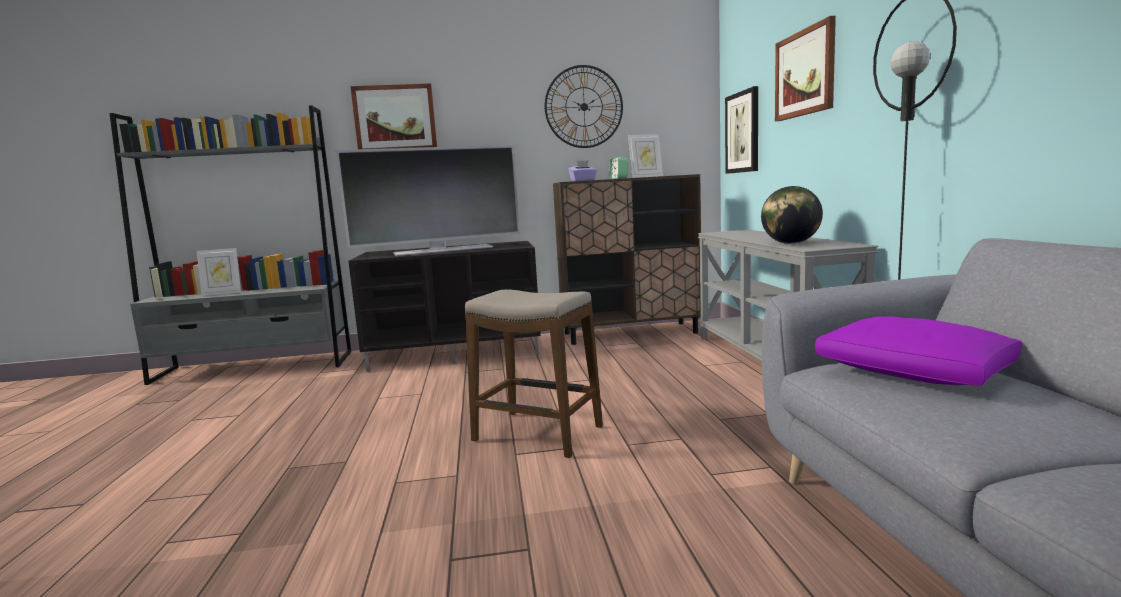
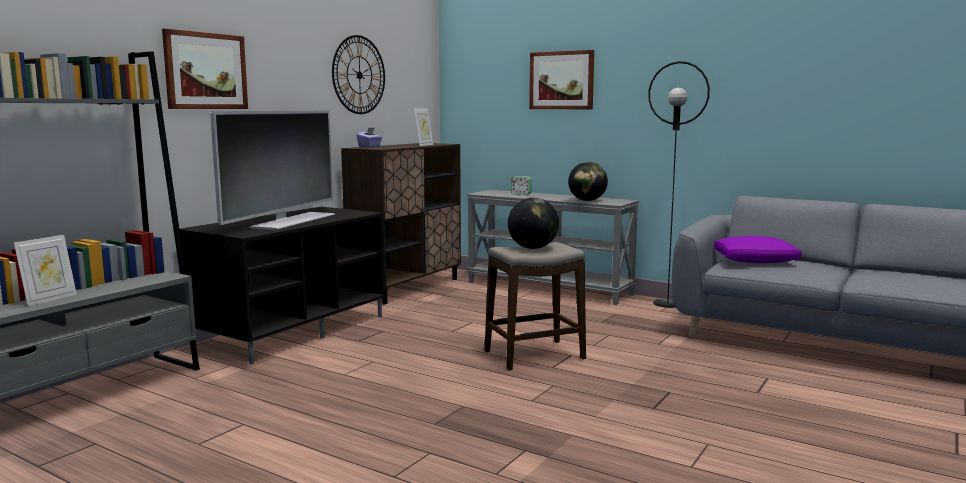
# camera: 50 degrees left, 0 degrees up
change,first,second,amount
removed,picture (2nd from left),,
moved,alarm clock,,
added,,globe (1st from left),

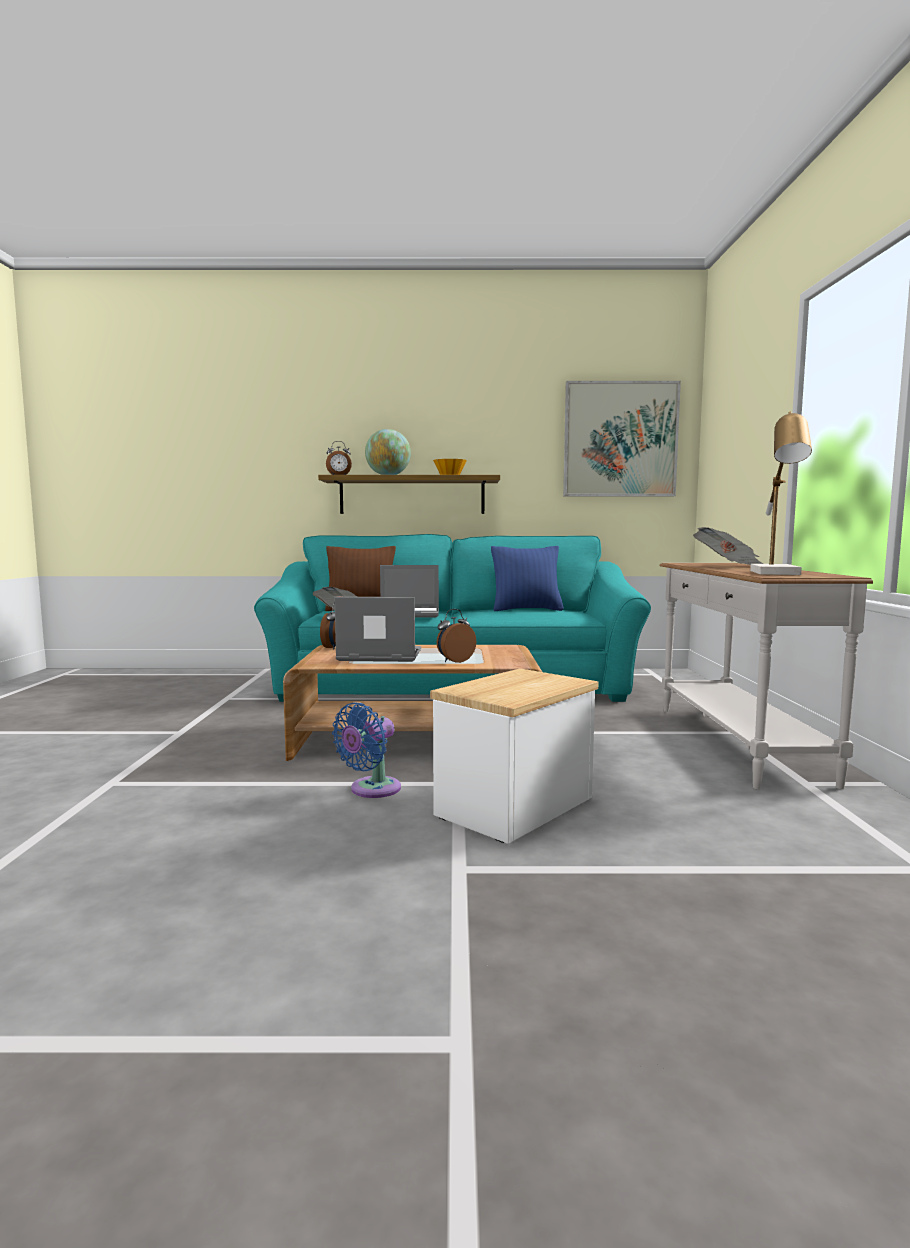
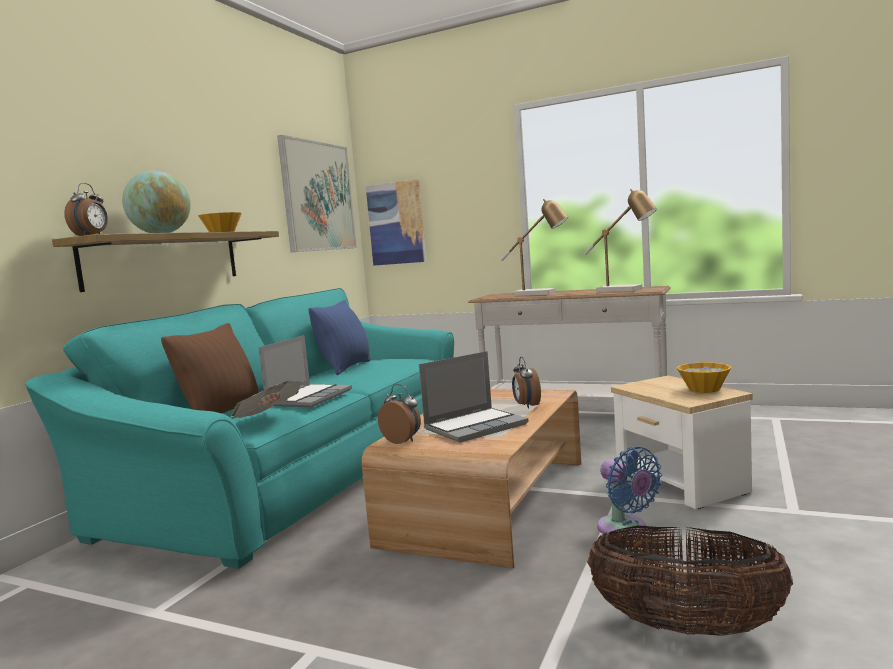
# camera: 65 degrees left, 0 degrees up
change,first,second,amount
replaced,newspaper (2nd from left),table lamp (1st from left),
turned,laptop (1st from left in the first image),laptop (2nd from left),150 degrees counterclockwise
added,,picture (2nd from left),
added,,bowl (2nd from left),
added,,basket,

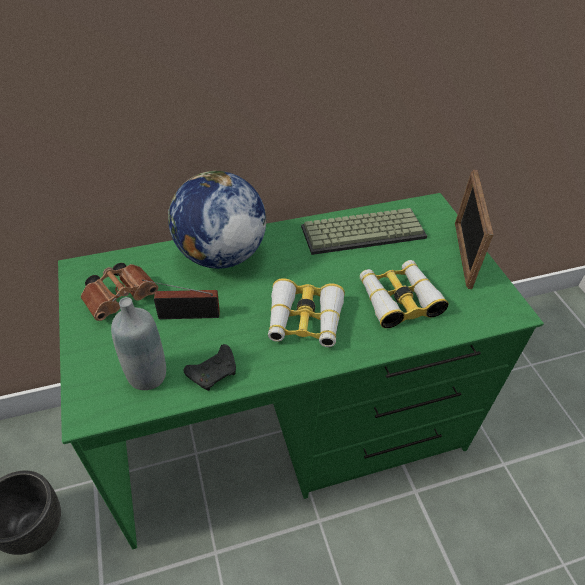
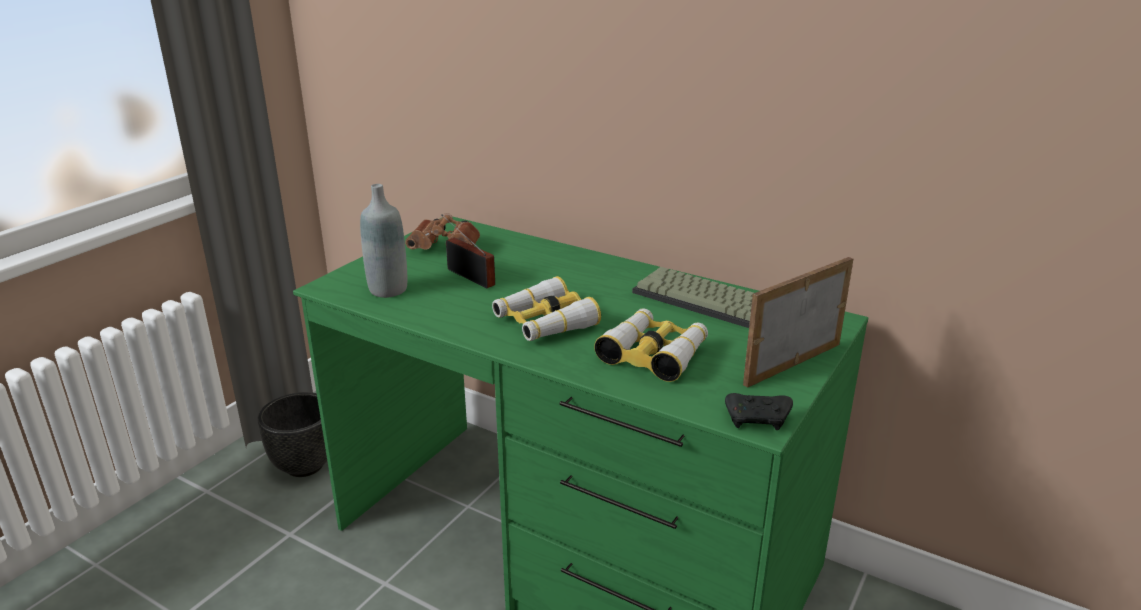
# camera: 50 degrees right, 20 degrees down
change,first,second,amount
removed,globe,,
moved,game controller/black,,

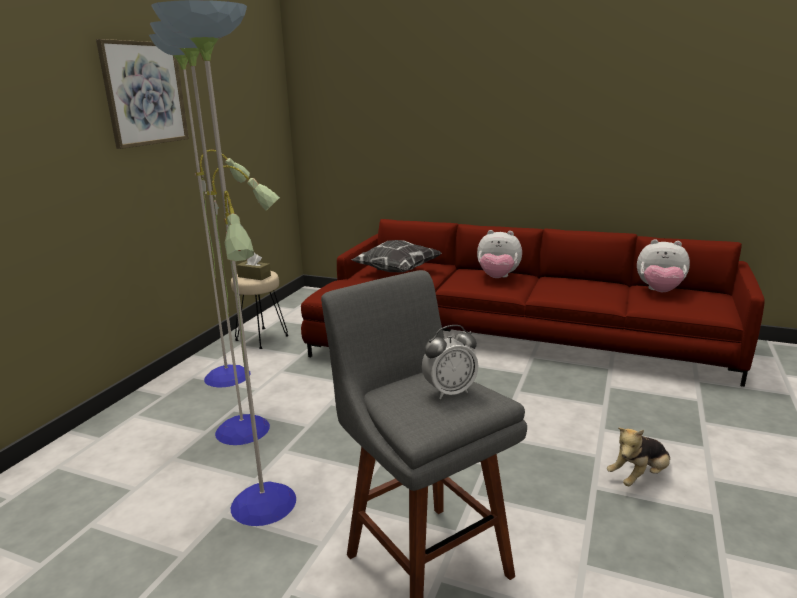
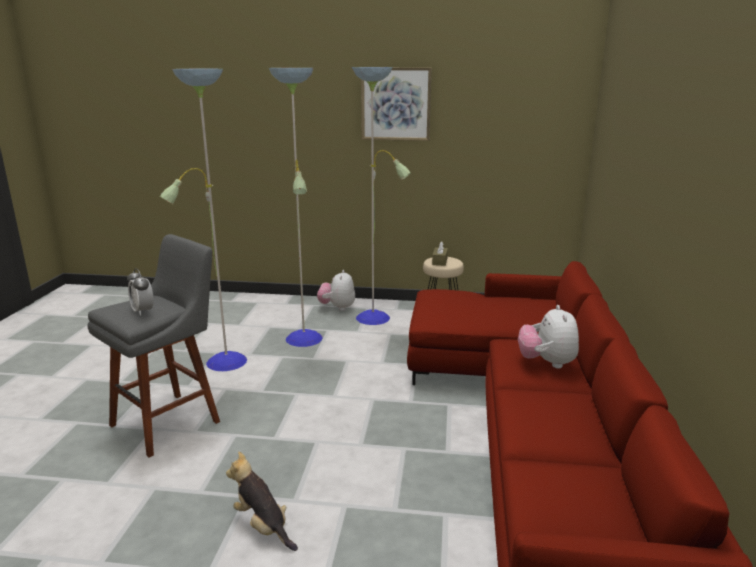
# camera: 75 degrees right, 0 degrees up
change,first,second,amount
moved,plush toy (3rd from left in the first image),plush toy (2nd from left),
removed,pillow,,

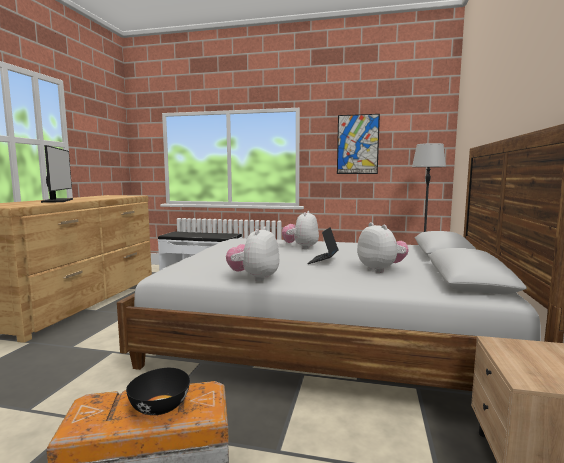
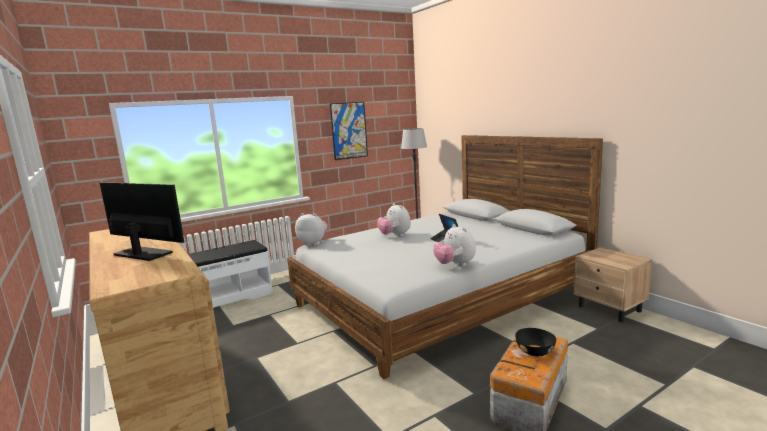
# camera: 45 degrees left, 5 degrees up
change,first,second,amount
moved,plush toy (3rd from left in the first image),plush toy (1st from left),

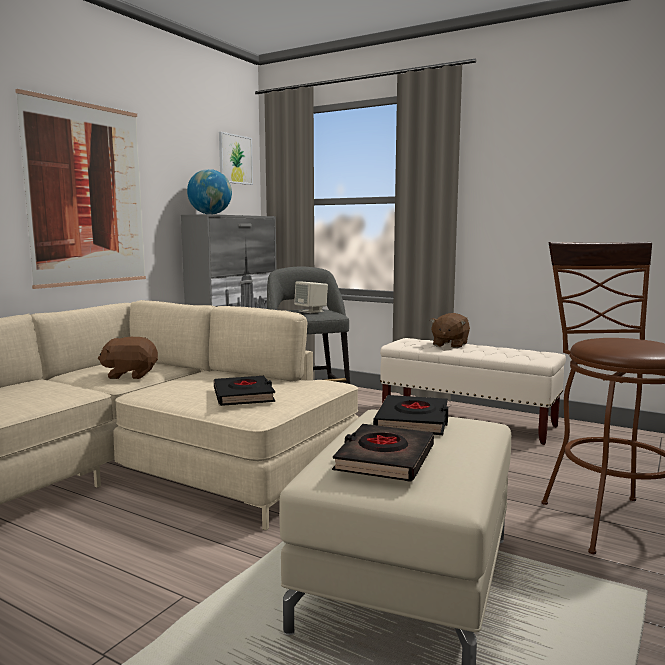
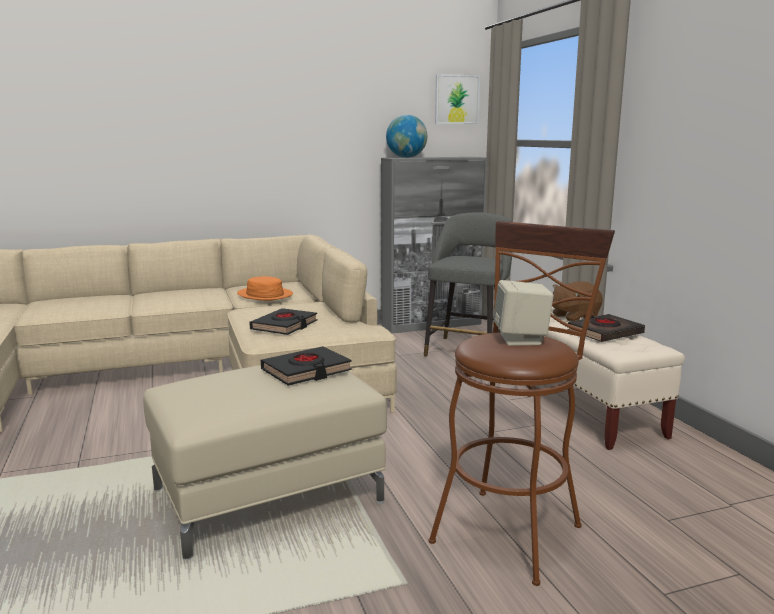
# camera: 40 degrees right, 5 degrees up
change,first,second,amount
removed,picture (1st from left),,
moved,speaker/beige,,
replaced,plush toy/brown (1st from left),hat/orange,
moved,book/black (2nd from left in the first image),book/black (3rd from left),

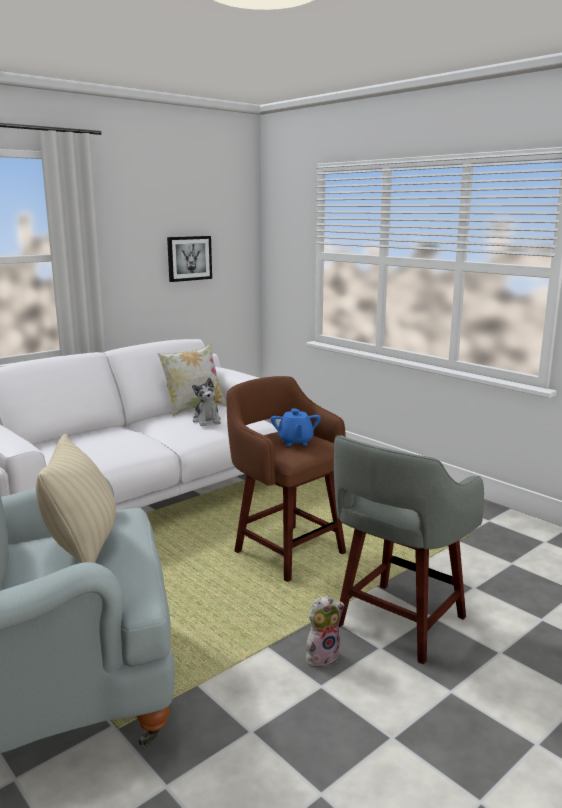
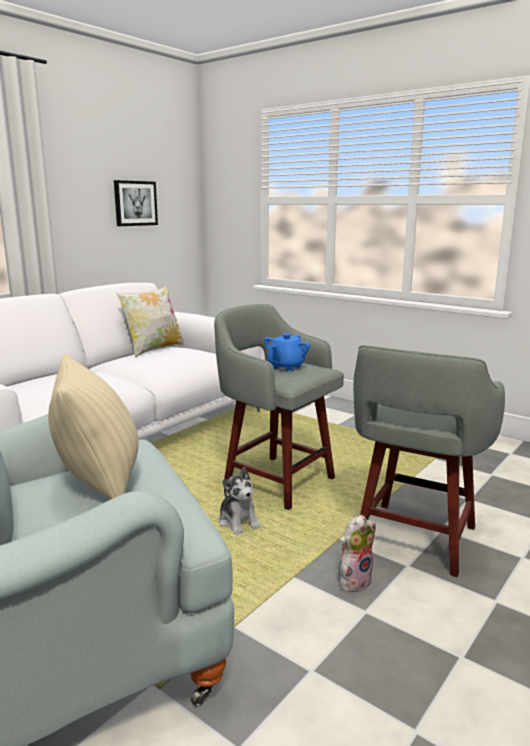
# camera: 10 degrees left, 0 degrees up
change,first,second,amount
recoloured,stool/brown,stool/grey (1st from left),
moved,plush toy (1st from left),,
turned,teapot/blue,,45 degrees clockwise

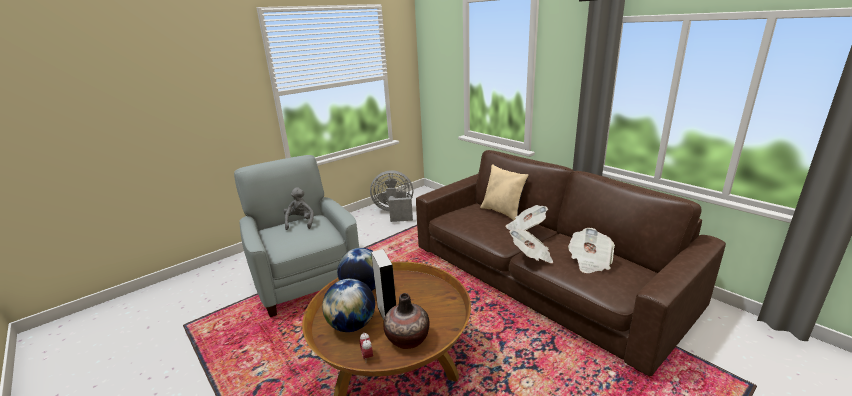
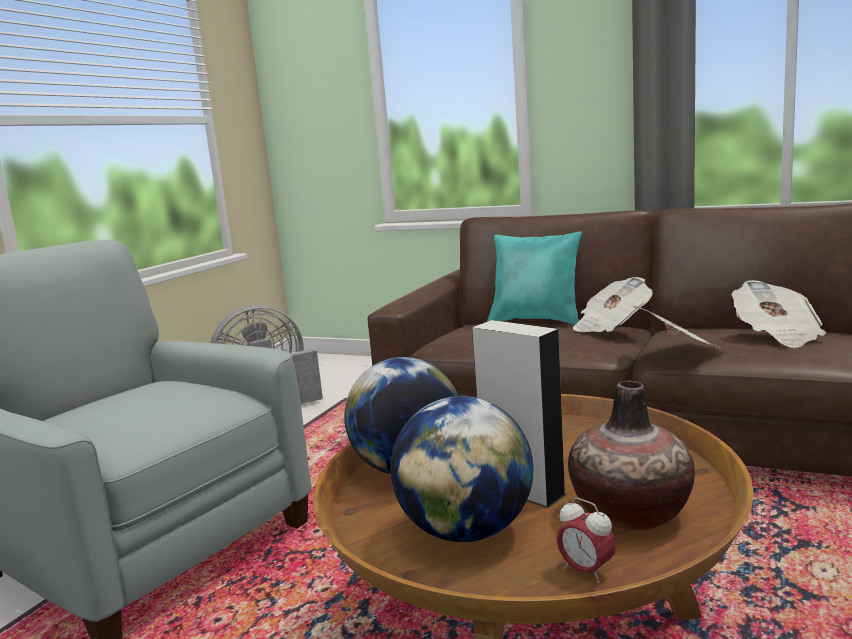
# camera: 25 degrees left, 10 degrees down
change,first,second,amount
recoloured,pillow/beige,pillow/turquoise,
removed,plush toy/grey,,

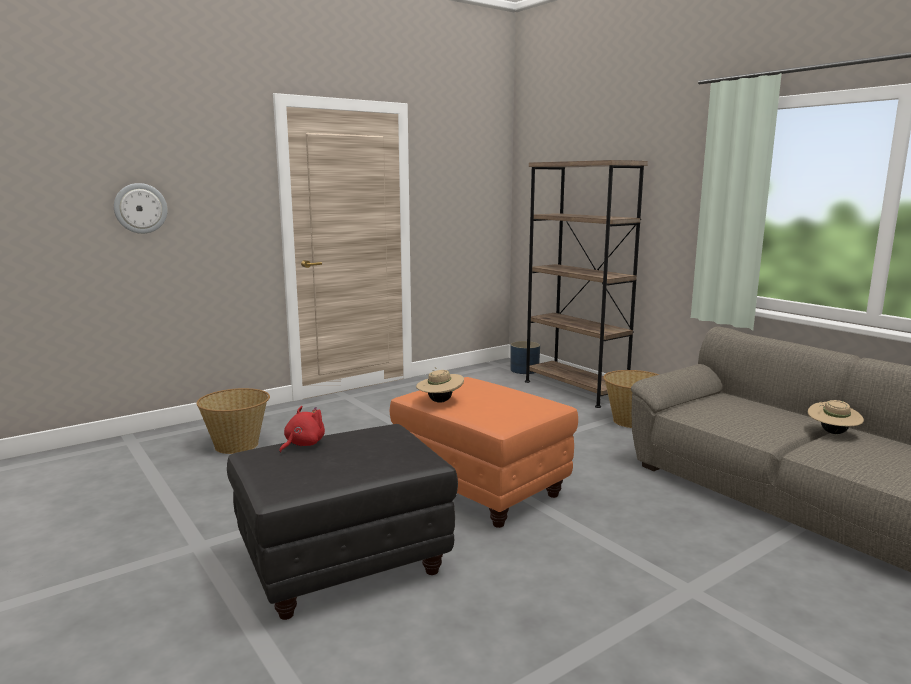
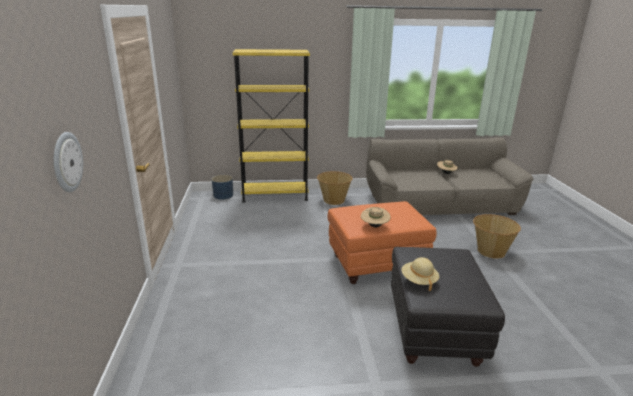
# camera: 60 degrees left, 10 degrees up
change,first,second,amount
recoloured,bookcase/brown,bookcase/yellow,
moved,basket (1st from left in the first image),basket (2nd from left),
replaced,plush toy/red,hat/beige (2nd from left),

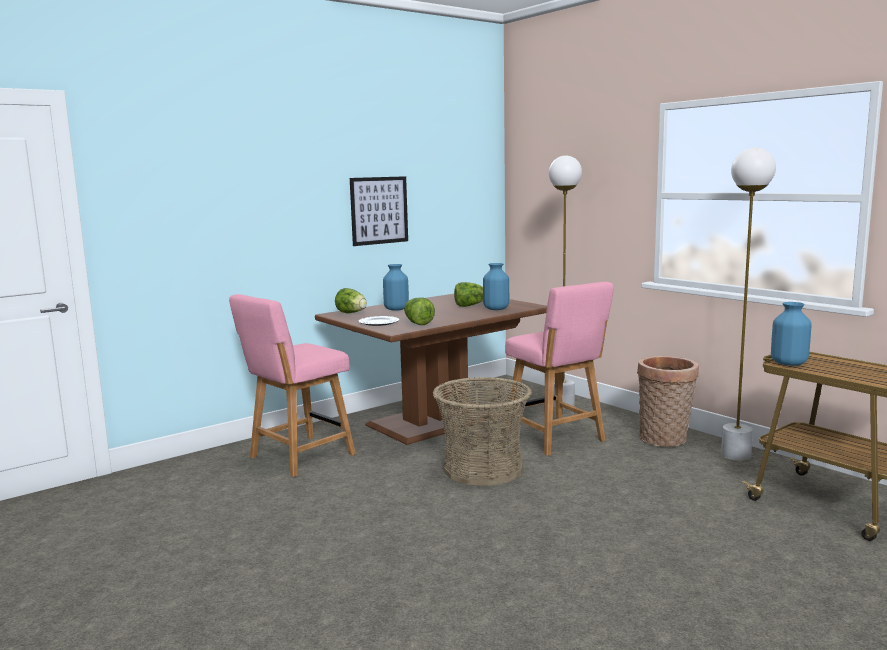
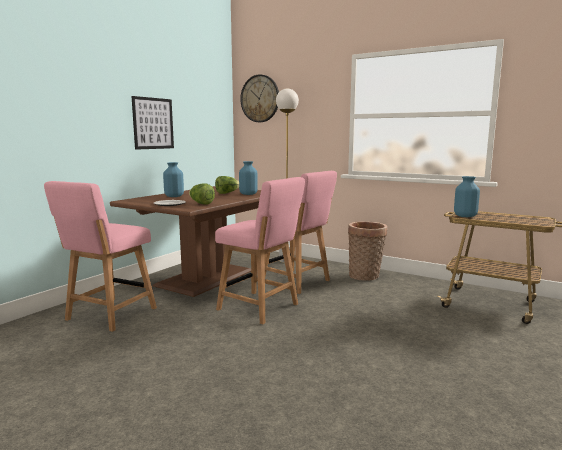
# camera: 20 degrees left, 0 degrees up
change,first,second,amount
removed,floor lamp/white (2nd from left),,
removed,lettuce (1st from left),,
replaced,basket (1st from left),chair/pink (2nd from left),
added,,wall clock,

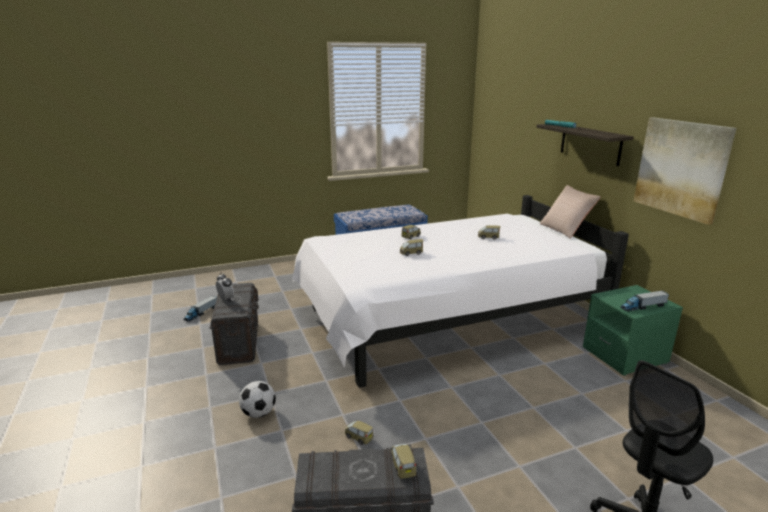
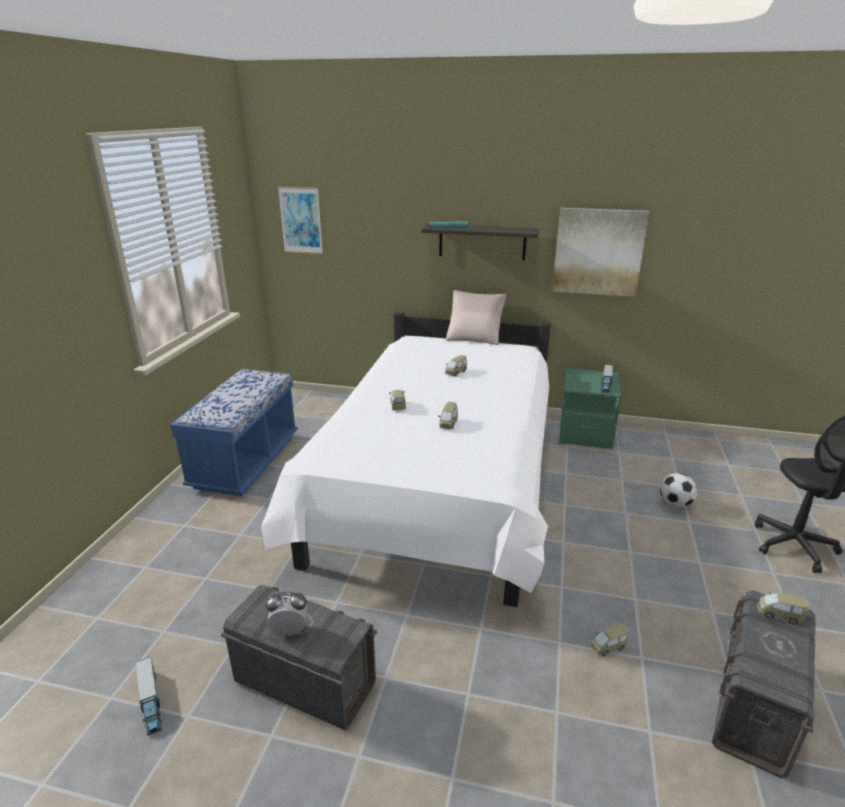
# camera: 55 degrees left, 5 degrees up
change,first,second,amount
moved,football,,
added,,picture (1st from left),

